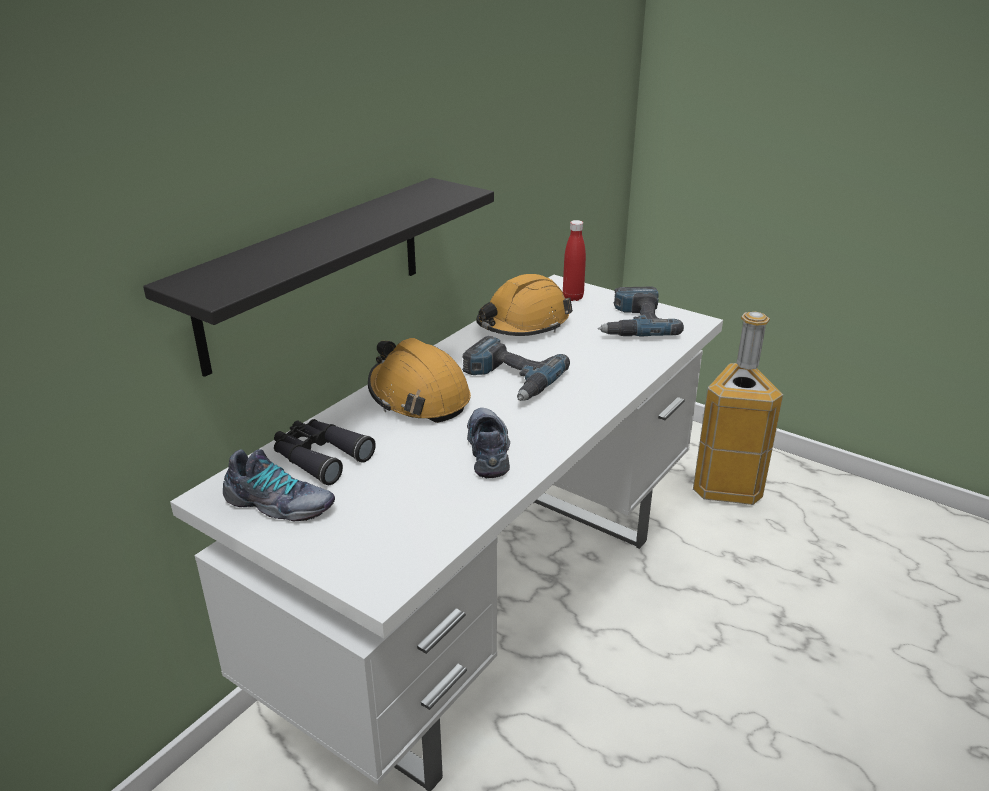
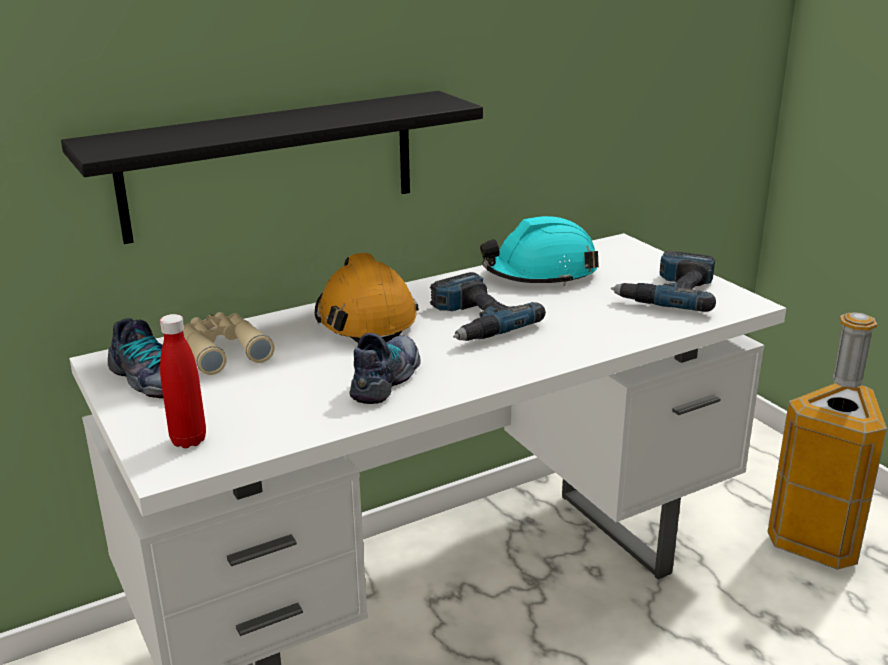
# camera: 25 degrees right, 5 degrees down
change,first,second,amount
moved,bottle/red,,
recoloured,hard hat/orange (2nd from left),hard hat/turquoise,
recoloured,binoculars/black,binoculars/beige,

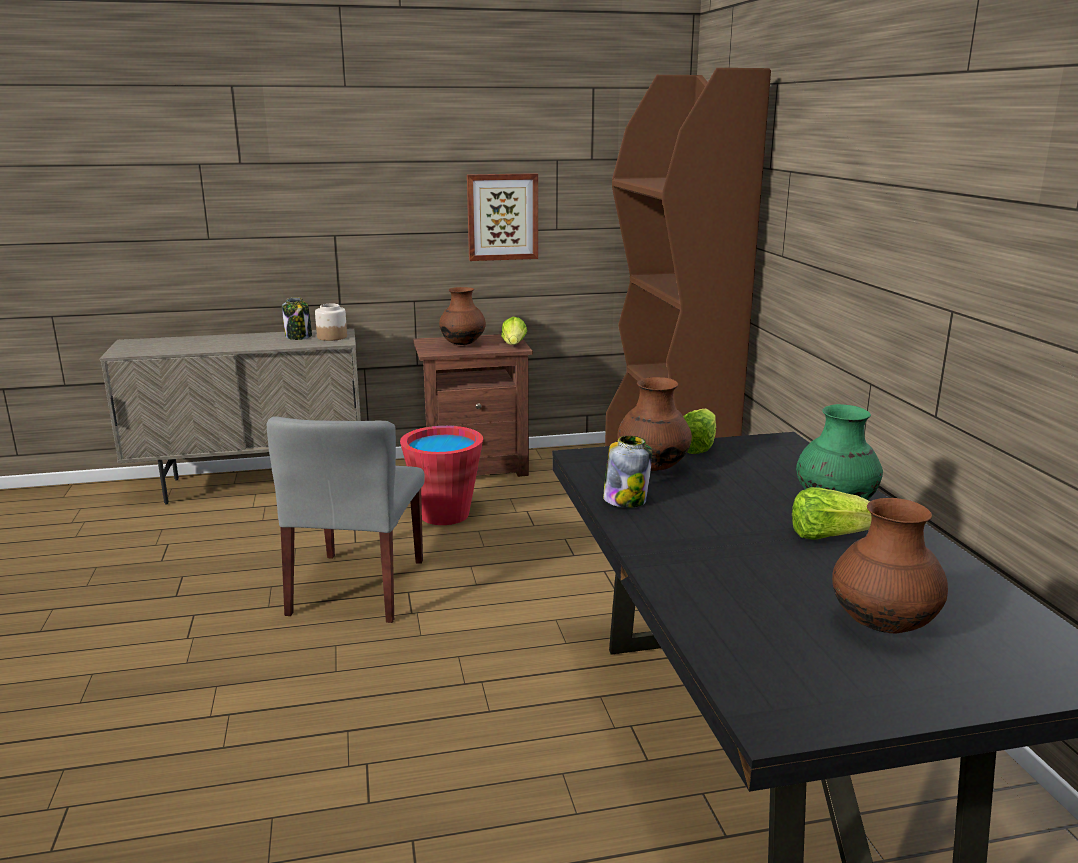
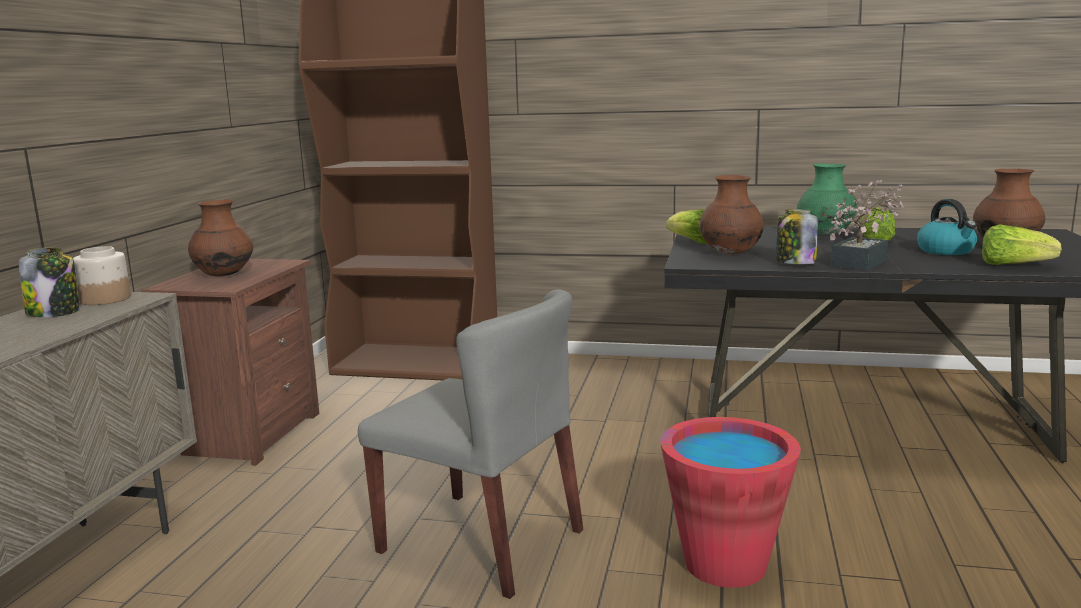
# camera: 65 degrees left, 5 degrees down
change,first,second,amount
removed,picture,,
moved,lettuce (1st from left in the first image),lettuce (3rd from left),
moved,bucket/red,,
added,,potted plant,
added,,kettle,

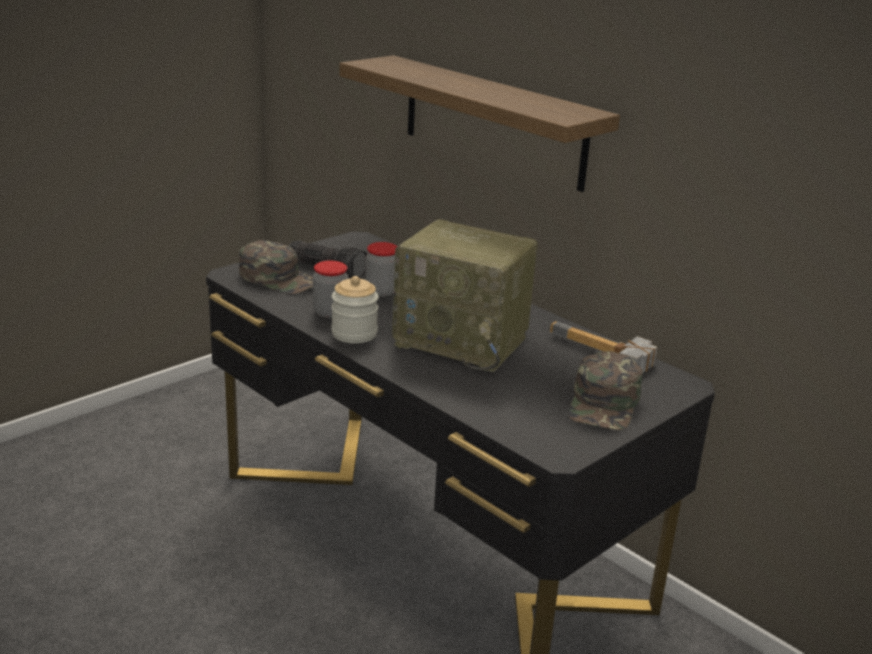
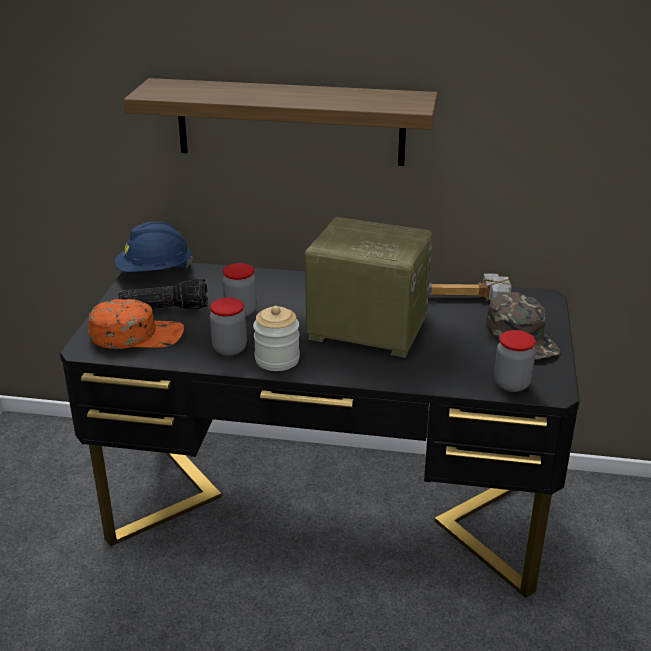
# camera: 35 degrees left, 5 degrees up
change,first,second,amount
turned,radio,,150 degrees counterclockwise
recoloured,cap/green (1st from left),cap/orange,
added,,hard hat/blue,
added,,jar (4th from left),

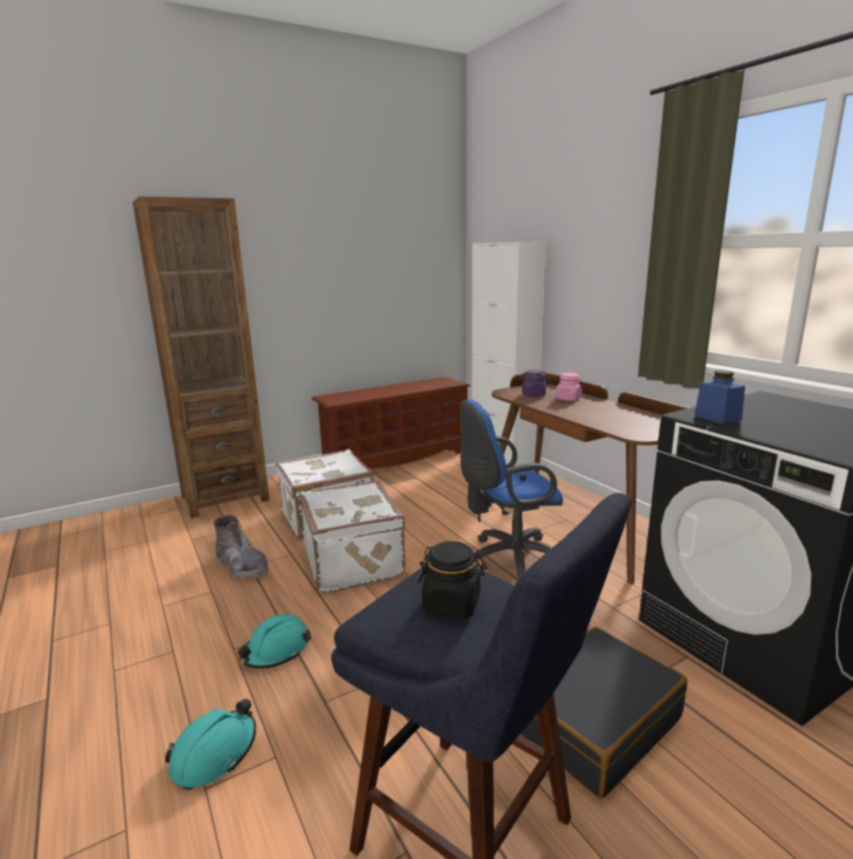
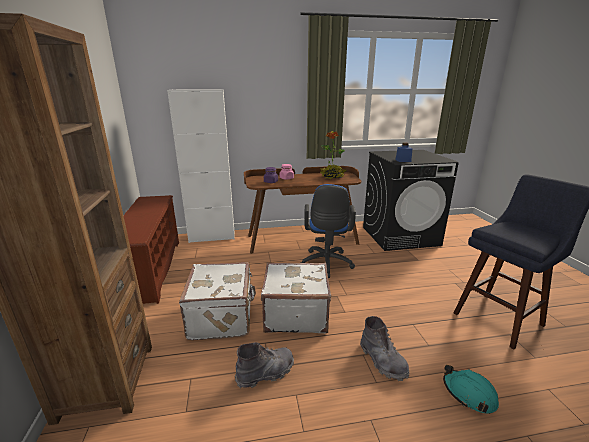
# camera: 70 degrees left, 5 degrees up
change,first,second,amount
removed,jar/black,,
replaced,hard hat/turquoise (2nd from left),boot/grey (2nd from left),
removed,suitcase/black,,
added,,potted plant,

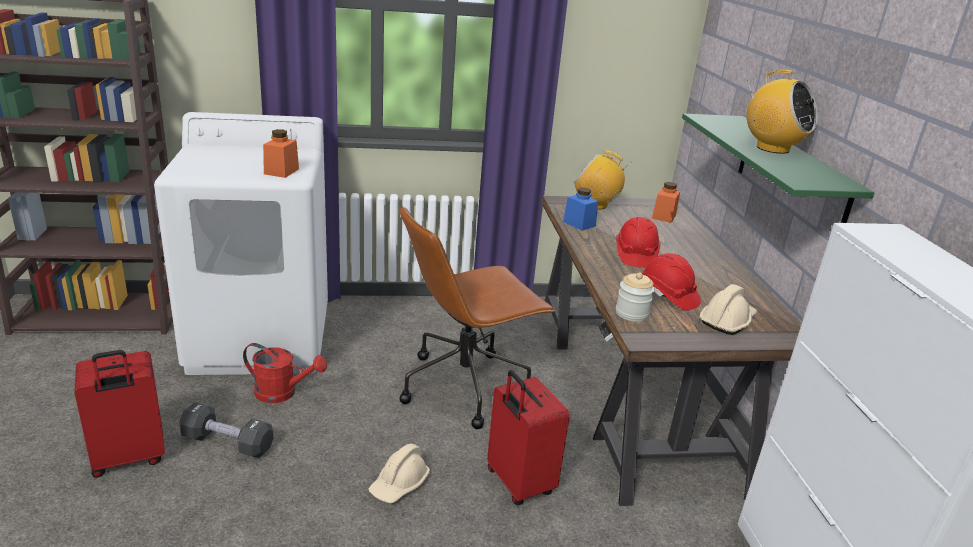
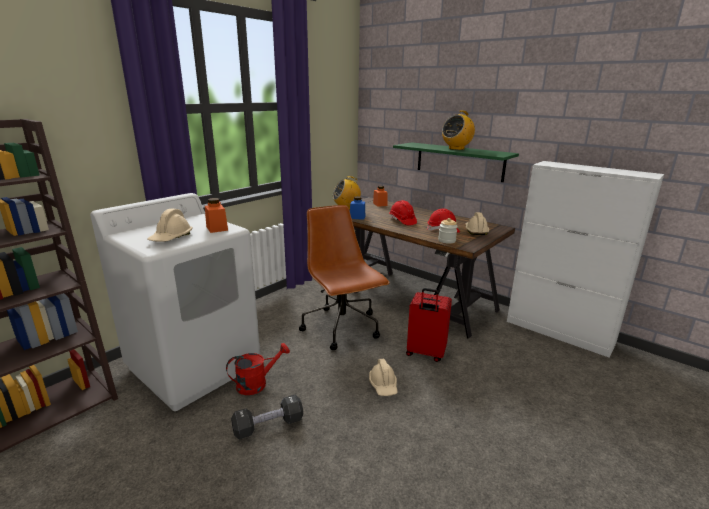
# camera: 40 degrees left, 5 degrees down
change,first,second,amount
turned,radio (2nd from left),,135 degrees clockwise
turned,office chair/brown,,135 degrees clockwise
removed,suitcase/red (1st from left),,
added,,hard hat/beige (1st from left),

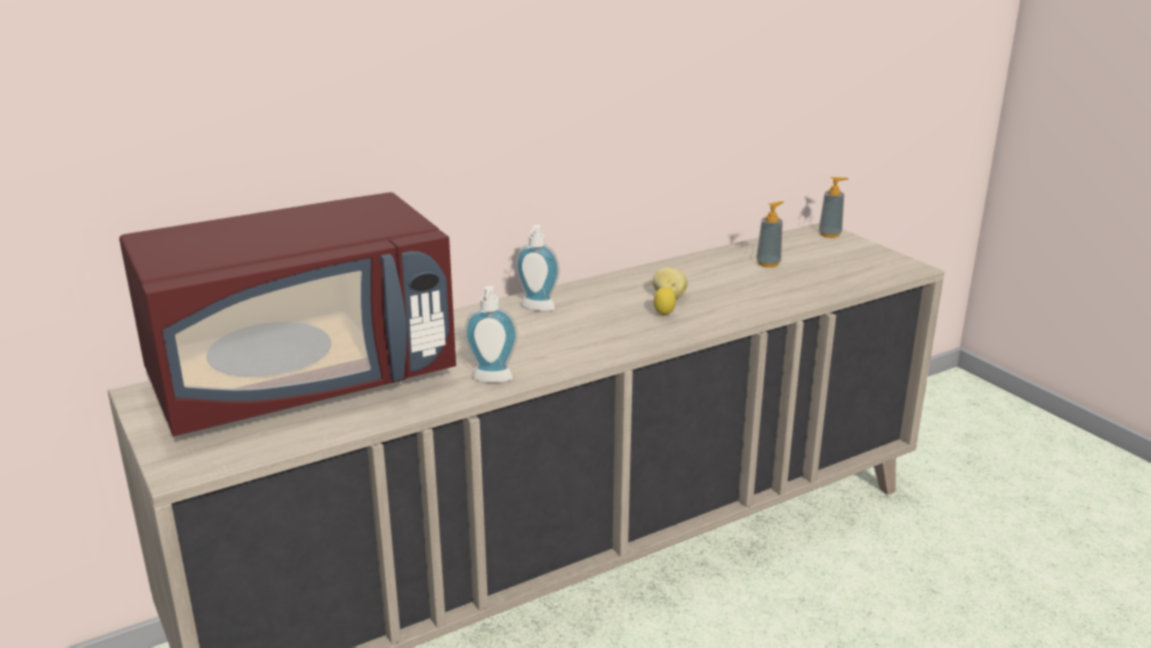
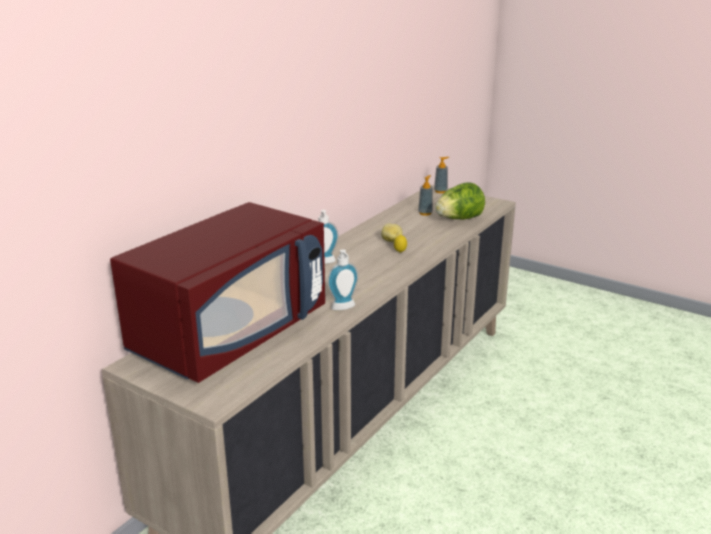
# camera: 25 degrees left, 0 degrees up
change,first,second,amount
added,,lettuce,

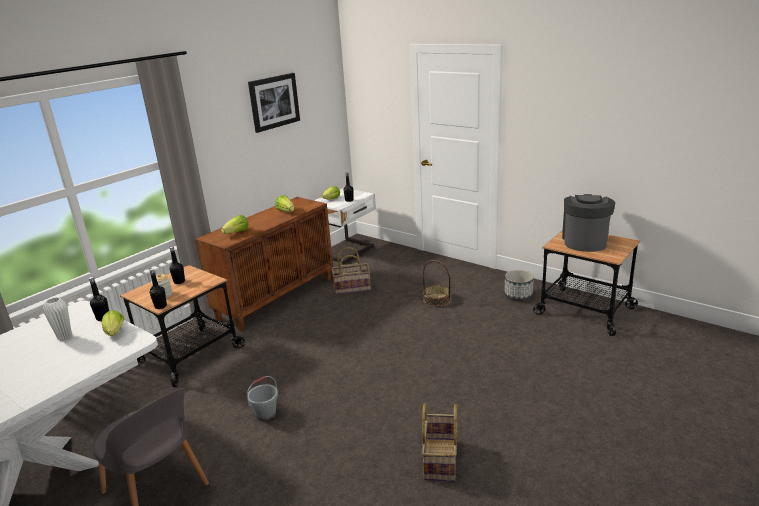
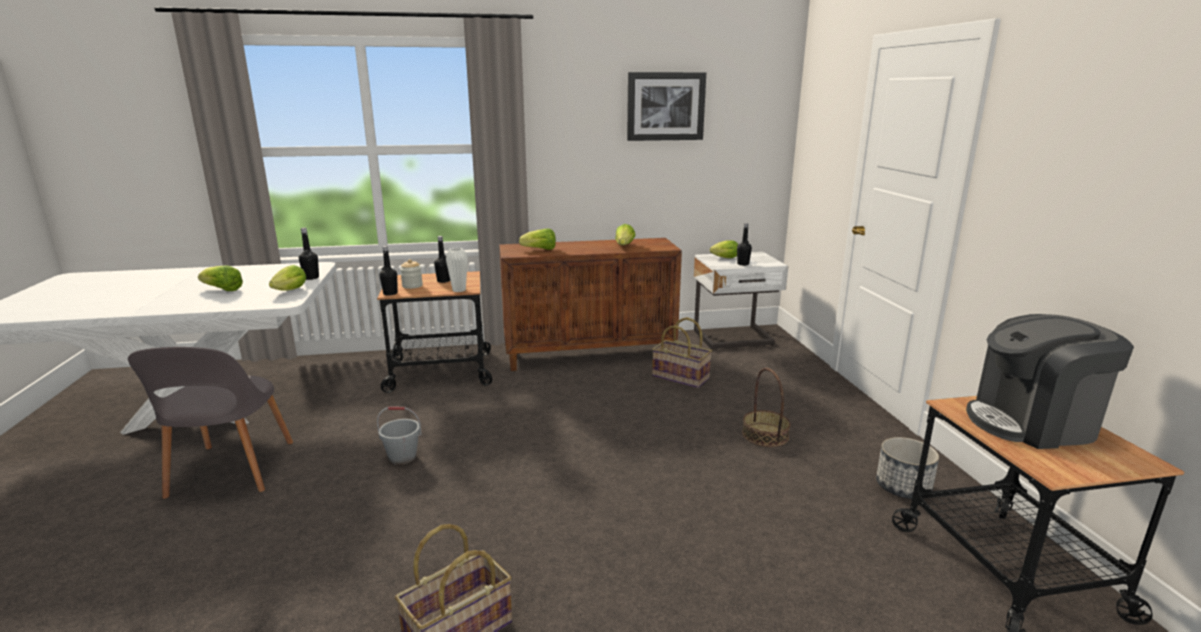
# camera: 40 degrees right, 5 degrees down
change,first,second,amount
turned,coffee machine,,150 degrees counterclockwise
moved,vase/white,,
added,,lettuce (1st from left),

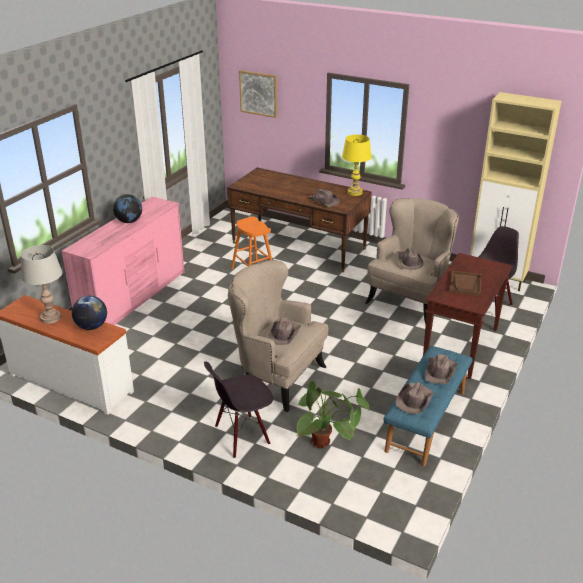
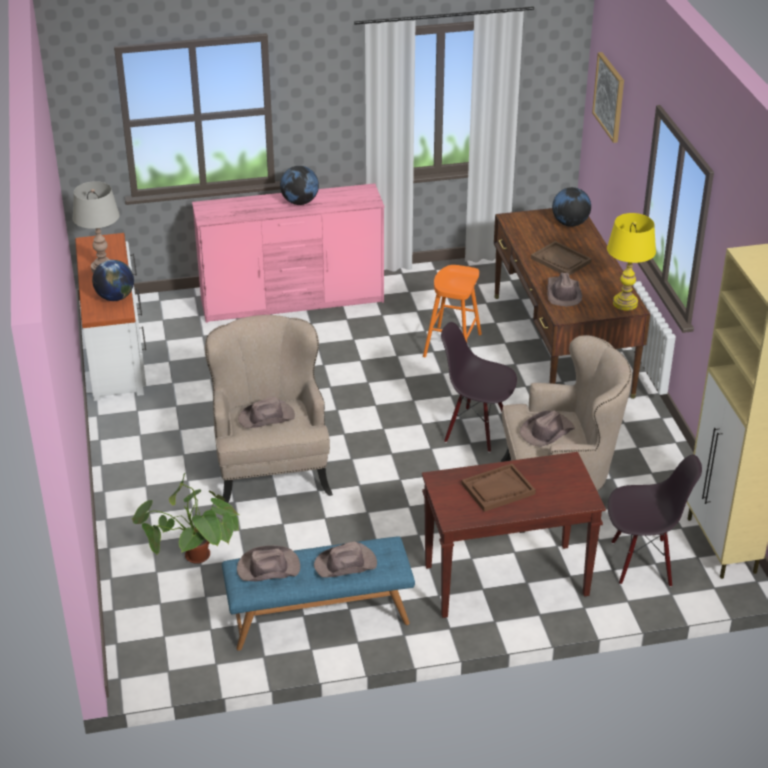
# camera: 50 degrees right, 5 degrees up
change,first,second,amount
moved,chair/black (1st from left),,
added,,globe (3rd from left),
added,,tray/brown (2nd from left),

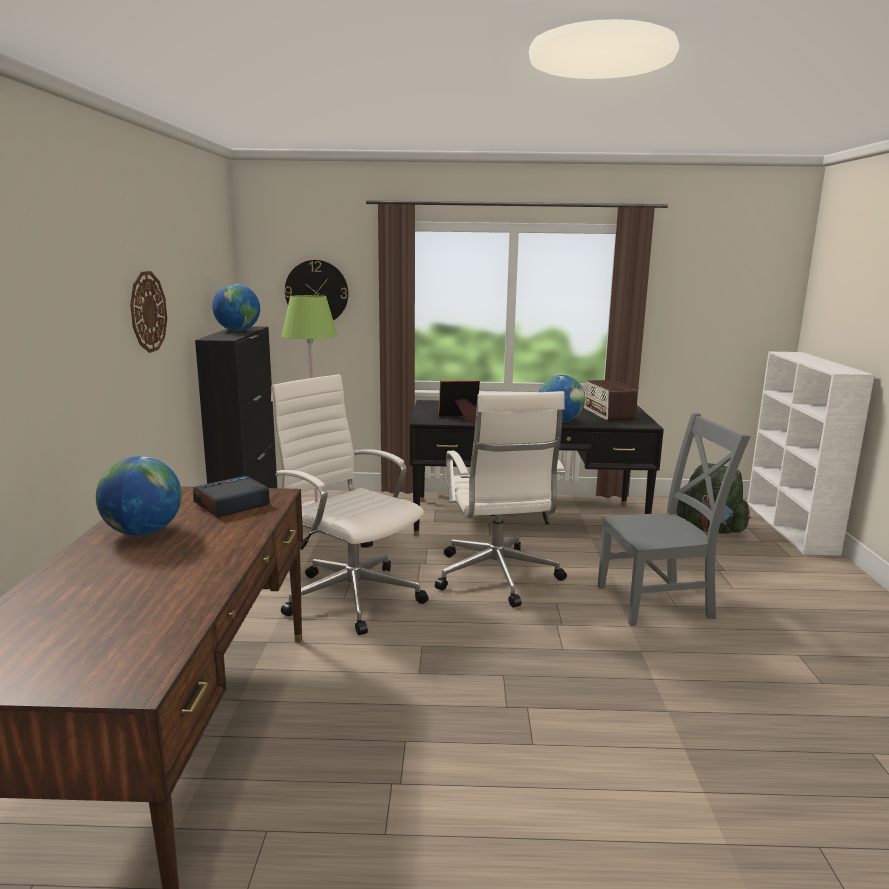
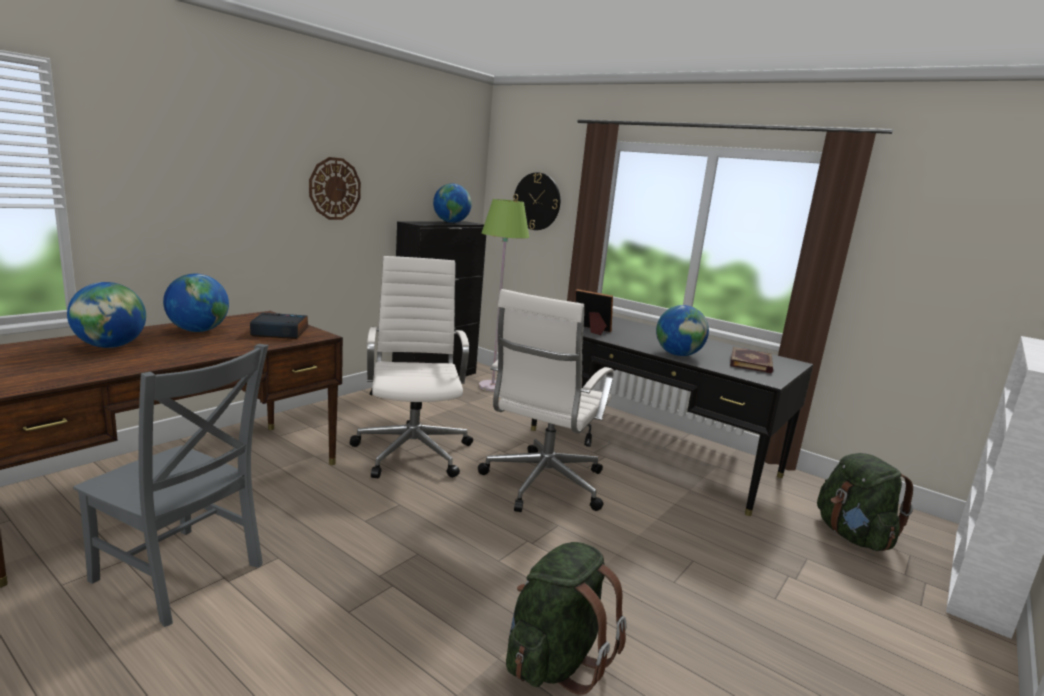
# camera: 35 degrees right, 0 degrees up
change,first,second,amount
replaced,radio,book,
moved,chair/grey,,
added,,globe (1st from left),
added,,backpack/green (1st from left),

